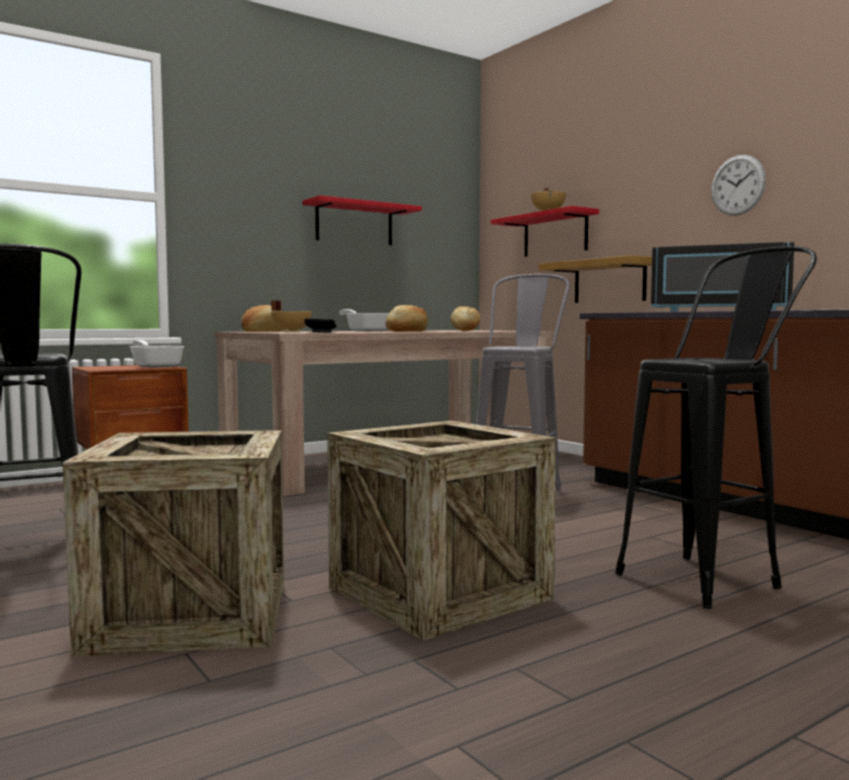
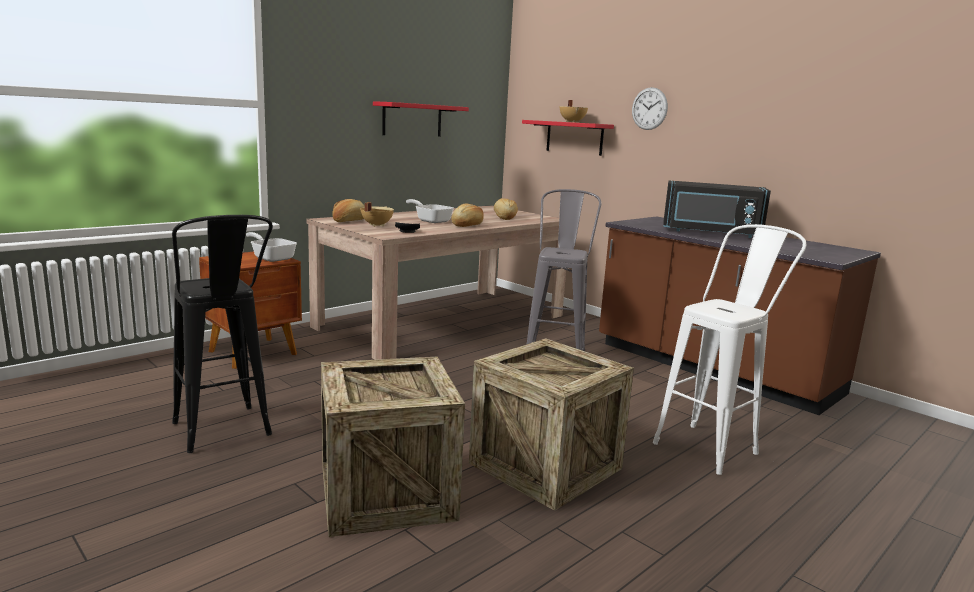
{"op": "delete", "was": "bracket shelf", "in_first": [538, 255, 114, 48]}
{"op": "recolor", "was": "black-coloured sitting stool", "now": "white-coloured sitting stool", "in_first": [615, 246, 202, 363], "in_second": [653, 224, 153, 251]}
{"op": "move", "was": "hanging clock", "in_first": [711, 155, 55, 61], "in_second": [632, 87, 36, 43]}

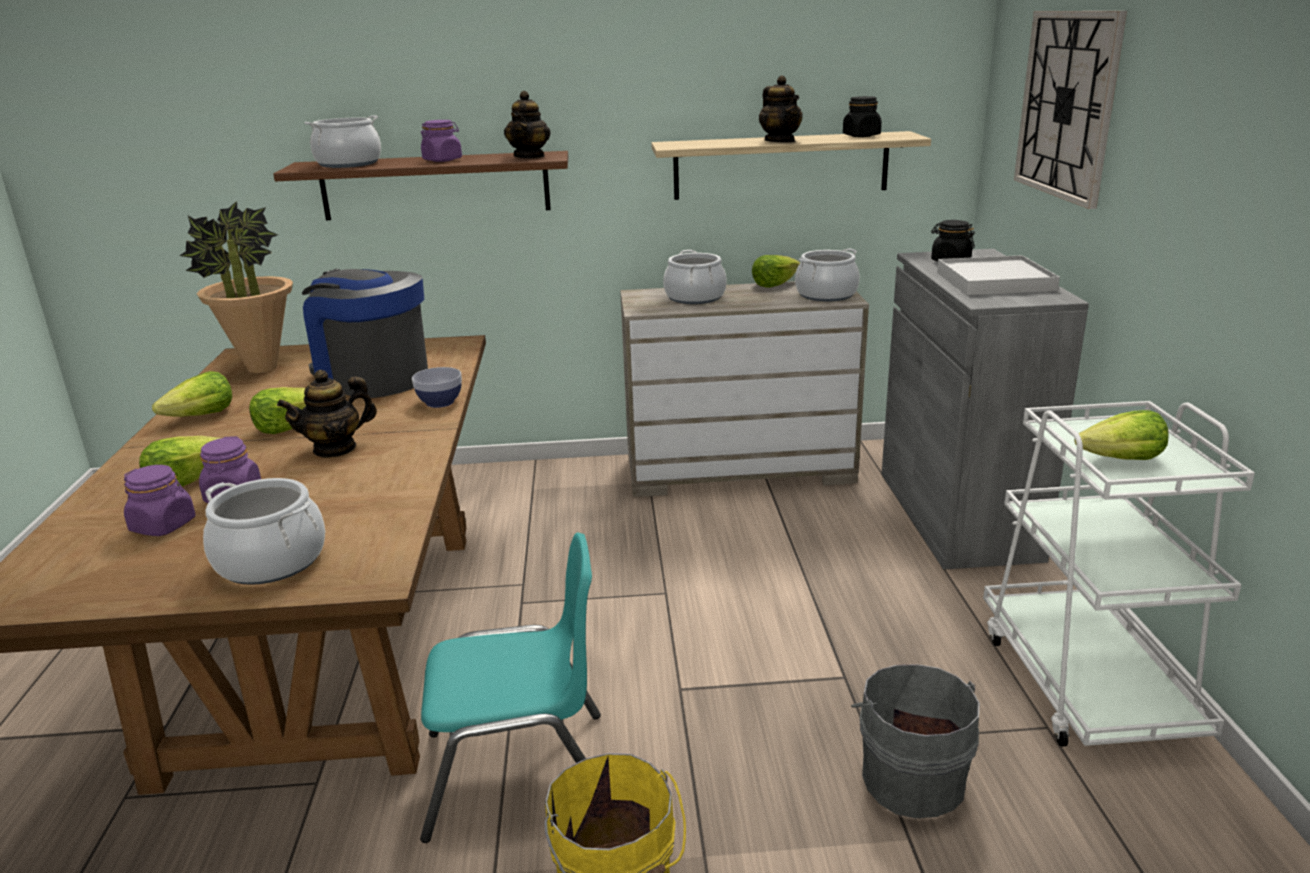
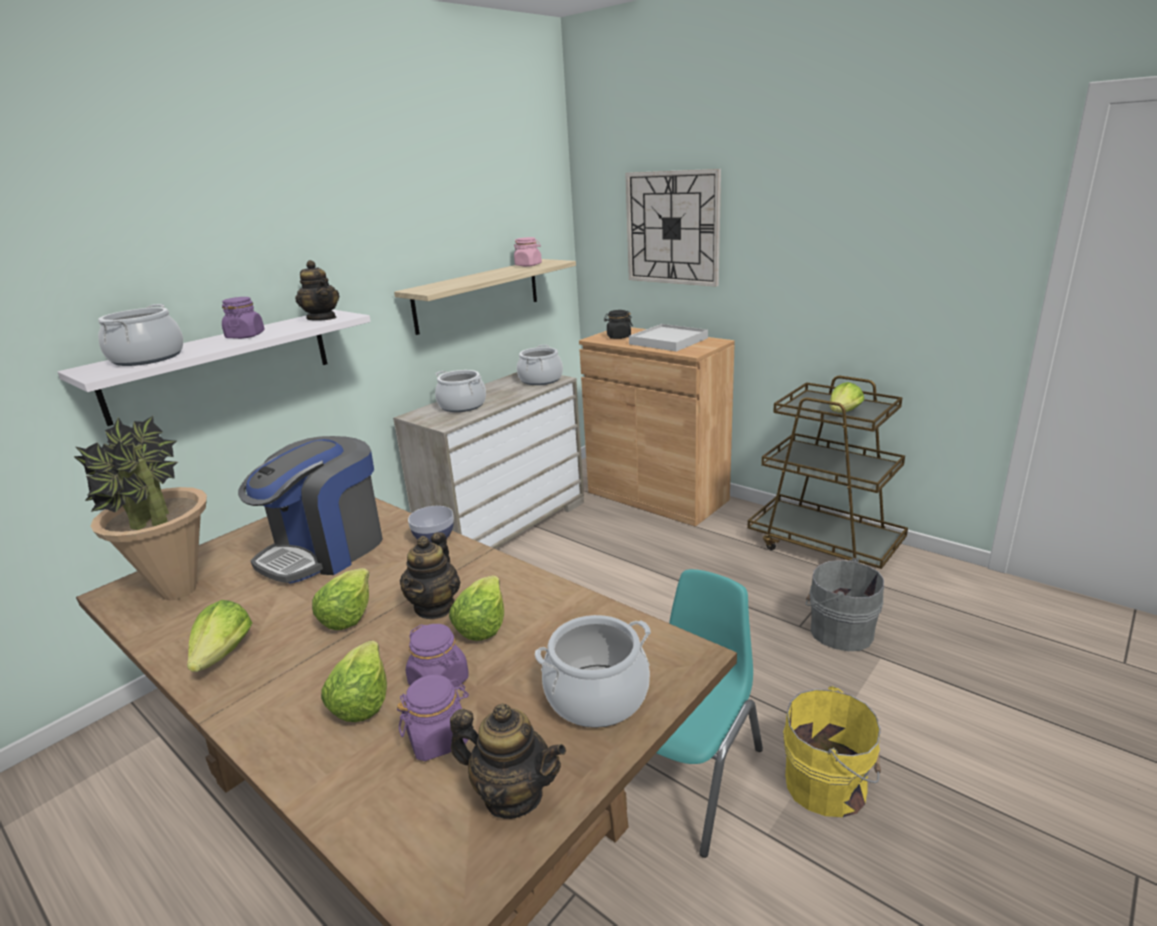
{"op": "recolor", "was": "brown bracket shelf", "now": "white-coloured bracket shelf", "in_first": [273, 151, 295, 69], "in_second": [57, 310, 314, 116]}
{"op": "rotate", "was": "coffee maker", "in_first": [302, 269, 126, 129], "in_second": [238, 436, 145, 148], "clockwise": -45}
{"op": "move", "was": "lettuce", "in_first": [752, 255, 48, 33], "in_second": [449, 575, 55, 66]}
{"op": "move", "was": "tea pot", "in_first": [759, 76, 44, 67], "in_second": [450, 703, 116, 116]}
{"op": "recolor", "was": "black-coloured preserve jar", "now": "pink-coloured preserve jar", "in_first": [843, 96, 39, 41], "in_second": [514, 237, 28, 30]}
{"op": "recolor", "was": "gray cabinet", "now": "brown cabinet", "in_first": [881, 249, 208, 321], "in_second": [579, 327, 156, 200]}
{"op": "recolor", "was": "white-coloured trolley", "now": "brown trolley", "in_first": [983, 401, 272, 346], "in_second": [748, 376, 160, 193]}

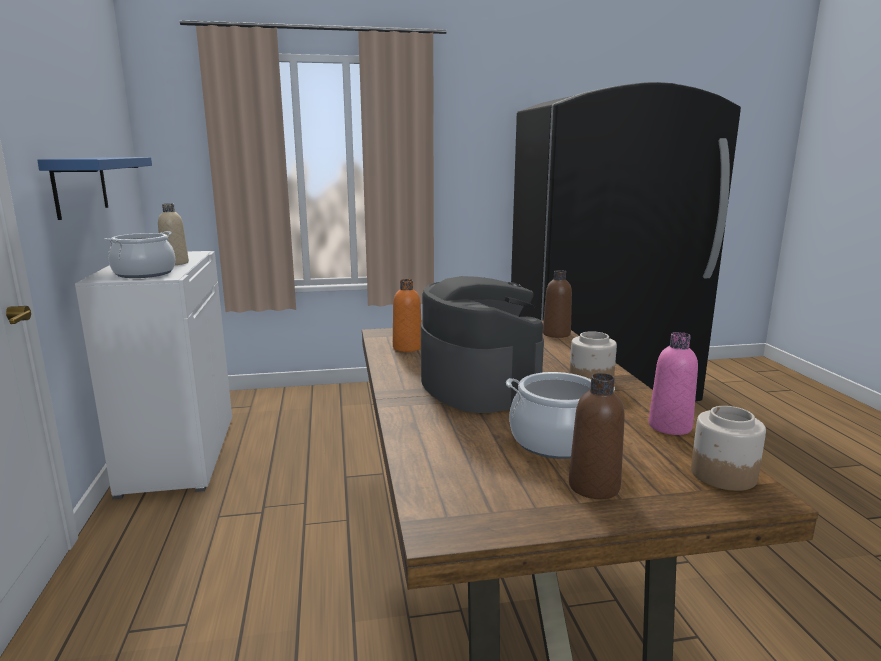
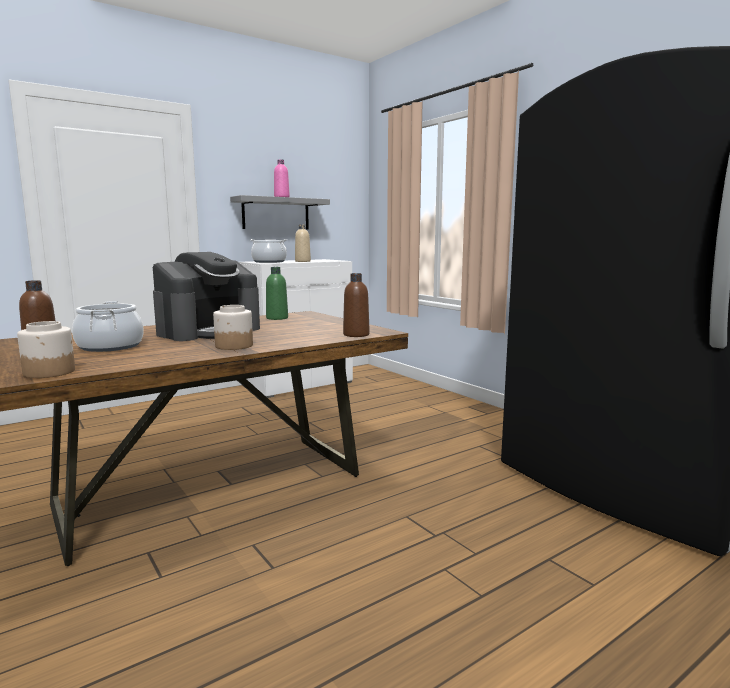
{"op": "recolor", "was": "bluish bracket shelf", "now": "gray bracket shelf", "in_first": [37, 157, 115, 63], "in_second": [230, 195, 100, 34]}
{"op": "recolor", "was": "orange-coloured drink bottle", "now": "green-coloured drink bottle", "in_first": [393, 279, 28, 73], "in_second": [266, 267, 22, 53]}
{"op": "move", "was": "pink-coloured drink bottle", "in_first": [649, 332, 49, 103], "in_second": [274, 159, 16, 38]}

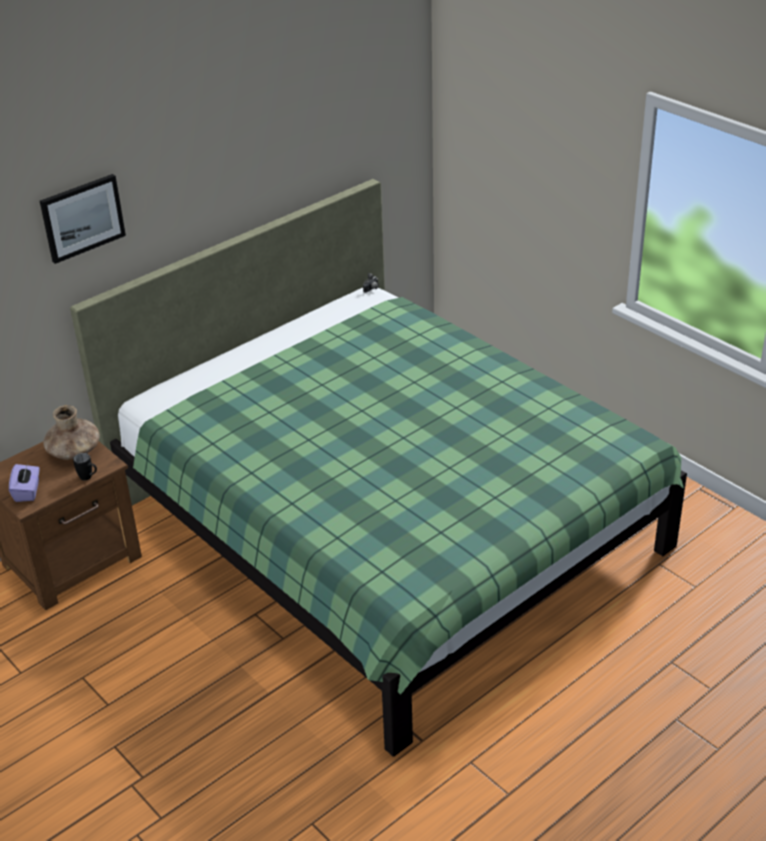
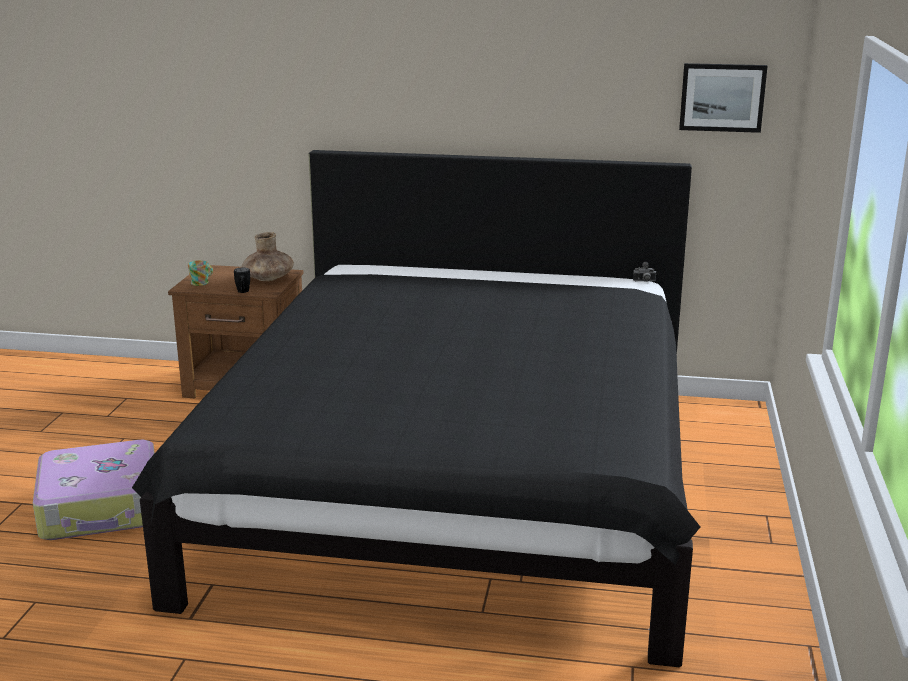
{"op": "replace", "was": "purplish box of tissues", "now": "coffee mug", "in_first": [9, 463, 30, 39], "in_second": [188, 260, 25, 26]}
{"op": "move", "was": "wall picture", "in_first": [40, 174, 86, 90], "in_second": [679, 63, 89, 70]}
{"op": "recolor", "was": "green-coloured bed", "now": "black-coloured bed", "in_first": [70, 179, 617, 578], "in_second": [132, 150, 568, 517]}
{"op": "insert", "now": "travel case", "in_second": [33, 440, 122, 100]}

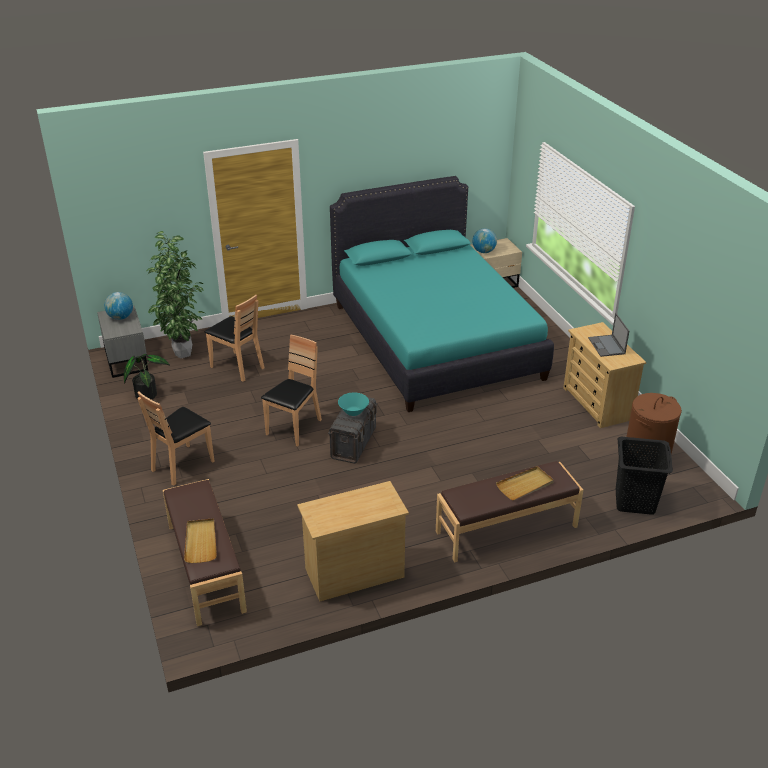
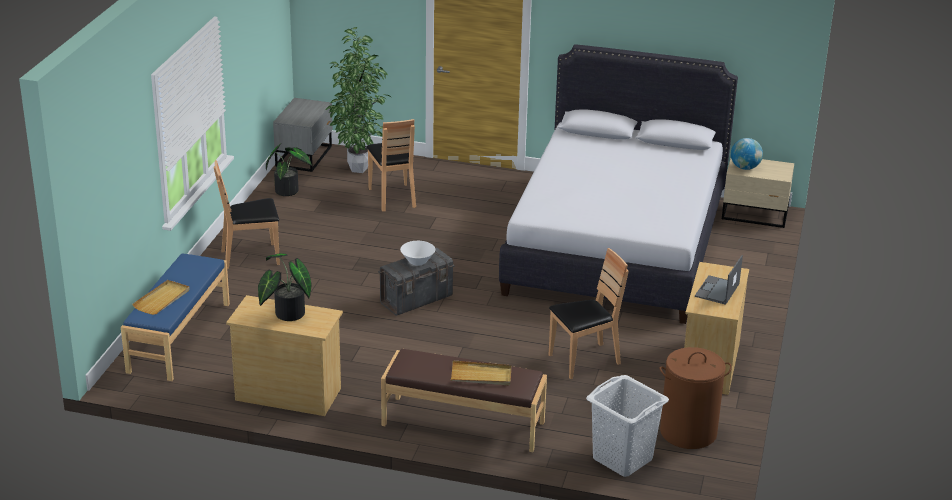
{"op": "delete", "was": "desk globe", "in_first": [104, 292, 29, 28]}
{"op": "recolor", "was": "brown bench", "now": "bluish bench", "in_first": [163, 479, 84, 147], "in_second": [121, 253, 109, 128]}
{"op": "move", "was": "brown chair", "in_first": [261, 335, 61, 112], "in_second": [549, 248, 80, 131]}
{"op": "recolor", "was": "turquoise-coloured bed", "now": "white-coloured bed", "in_first": [330, 176, 224, 236], "in_second": [499, 44, 239, 280]}
{"op": "recolor", "was": "turquoise-coloured serving bowl", "now": "white-coloured serving bowl", "in_first": [338, 393, 31, 23], "in_second": [400, 241, 35, 25]}
{"op": "recolor", "was": "black-coloured washing basket", "now": "white-coloured washing basket", "in_first": [616, 436, 57, 79], "in_second": [586, 375, 83, 102]}
{"op": "insert", "now": "houseplant", "in_second": [258, 253, 54, 68]}

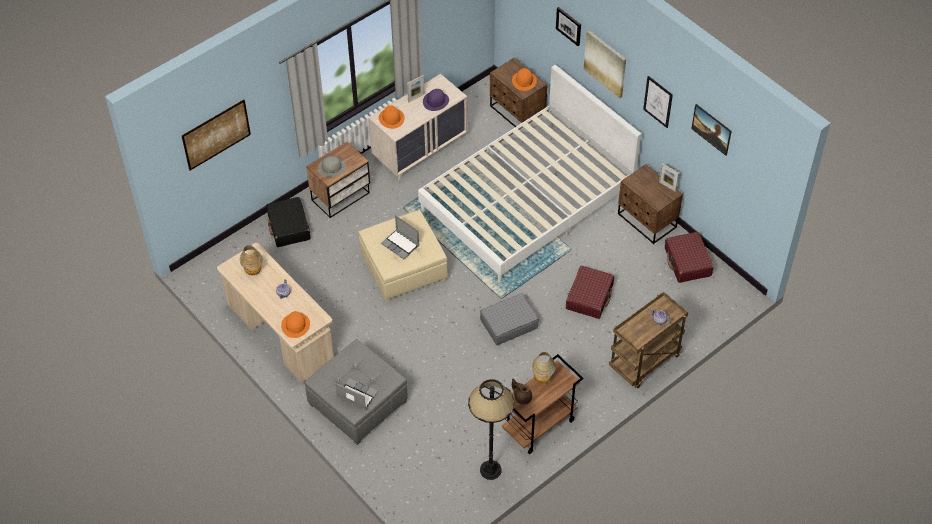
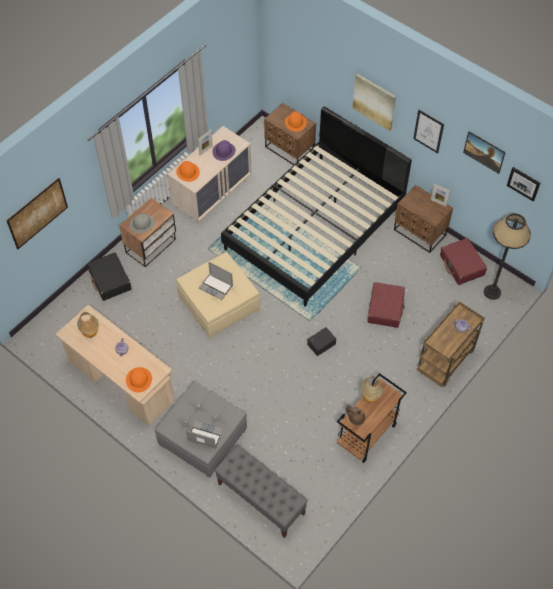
{"op": "recolor", "was": "white-coloured bed", "now": "black-coloured bed", "in_first": [418, 65, 224, 217], "in_second": [221, 106, 191, 200]}
{"op": "move", "was": "black-coloured standard lamp", "in_first": [468, 379, 46, 101], "in_second": [484, 213, 47, 87]}
{"op": "replace", "was": "gray travel case", "now": "black-coloured storage box", "in_first": [480, 293, 59, 52], "in_second": [307, 327, 29, 29]}
{"op": "move", "was": "wall picture", "in_first": [556, 7, 25, 39], "in_second": [507, 167, 33, 34]}
{"op": "insert", "now": "gray bench", "in_second": [214, 445, 94, 93]}

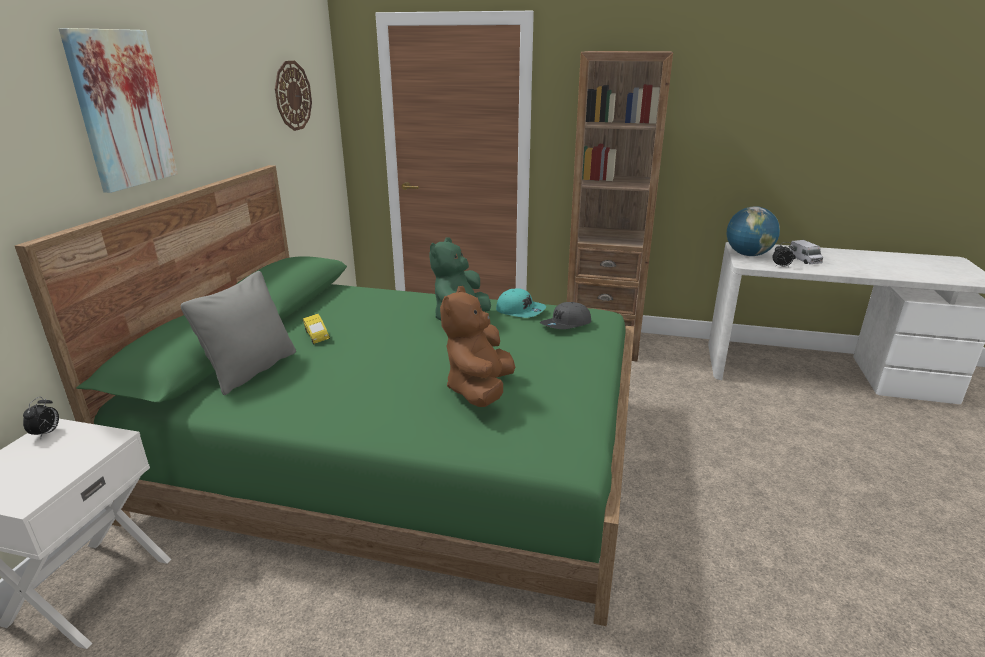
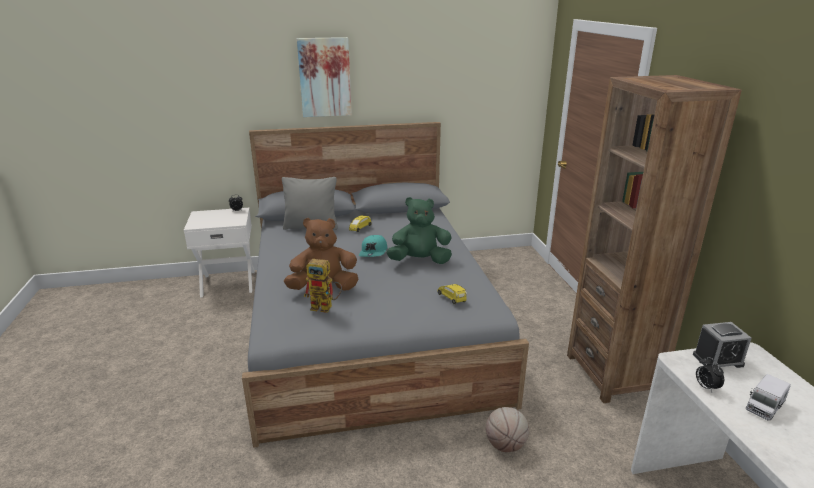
{"op": "recolor", "was": "green-coloured bed", "now": "gray bed", "in_first": [15, 165, 619, 461], "in_second": [242, 122, 287, 326]}
{"op": "delete", "was": "hanging clock", "in_first": [275, 61, 37, 70]}
{"op": "move", "was": "turquoise-coloured baseball cap", "in_first": [496, 288, 50, 30], "in_second": [359, 235, 28, 22]}
{"op": "replace", "was": "gray baseball cap", "now": "yellow toy car", "in_first": [540, 302, 51, 27], "in_second": [438, 284, 29, 20]}
{"op": "replace", "was": "desk globe", "now": "alarm clock", "in_first": [727, 206, 53, 50], "in_second": [693, 322, 58, 46]}
{"op": "insert", "now": "model robot", "in_second": [304, 259, 38, 54]}
{"op": "insert", "now": "basketball ball", "in_second": [486, 407, 43, 45]}

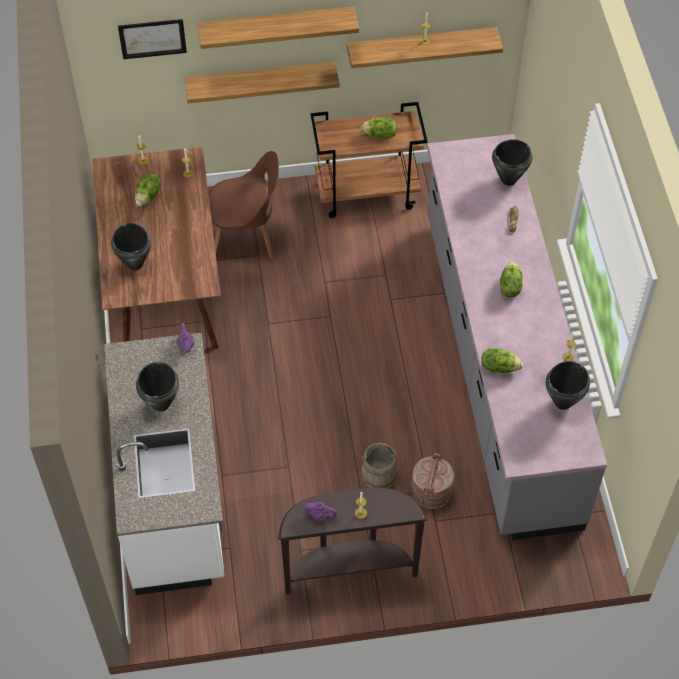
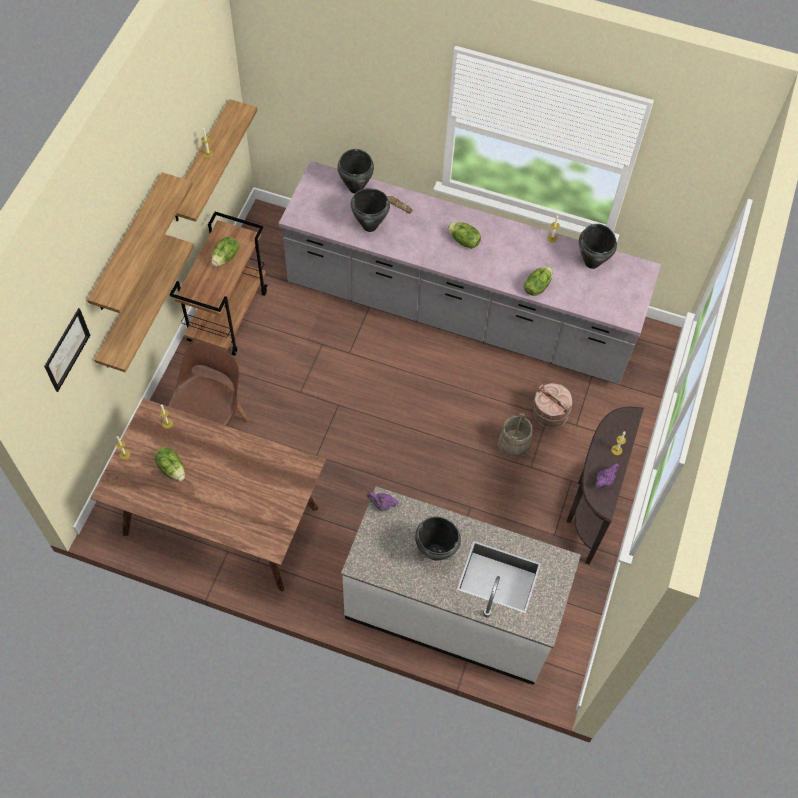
{"op": "move", "was": "black-coloured saucepot", "in_first": [111, 223, 40, 47], "in_second": [351, 188, 39, 44]}

